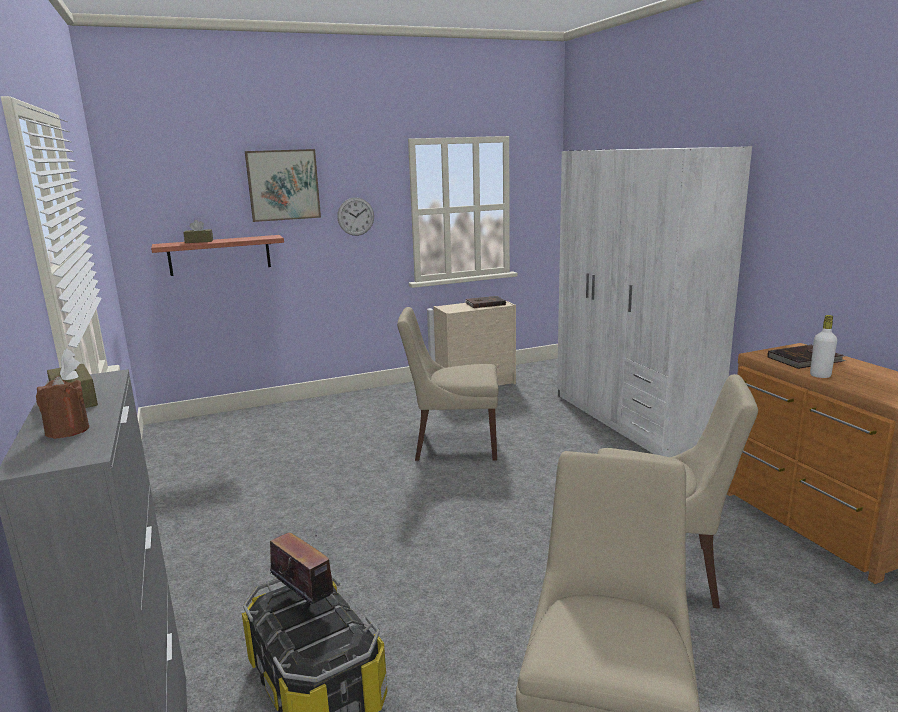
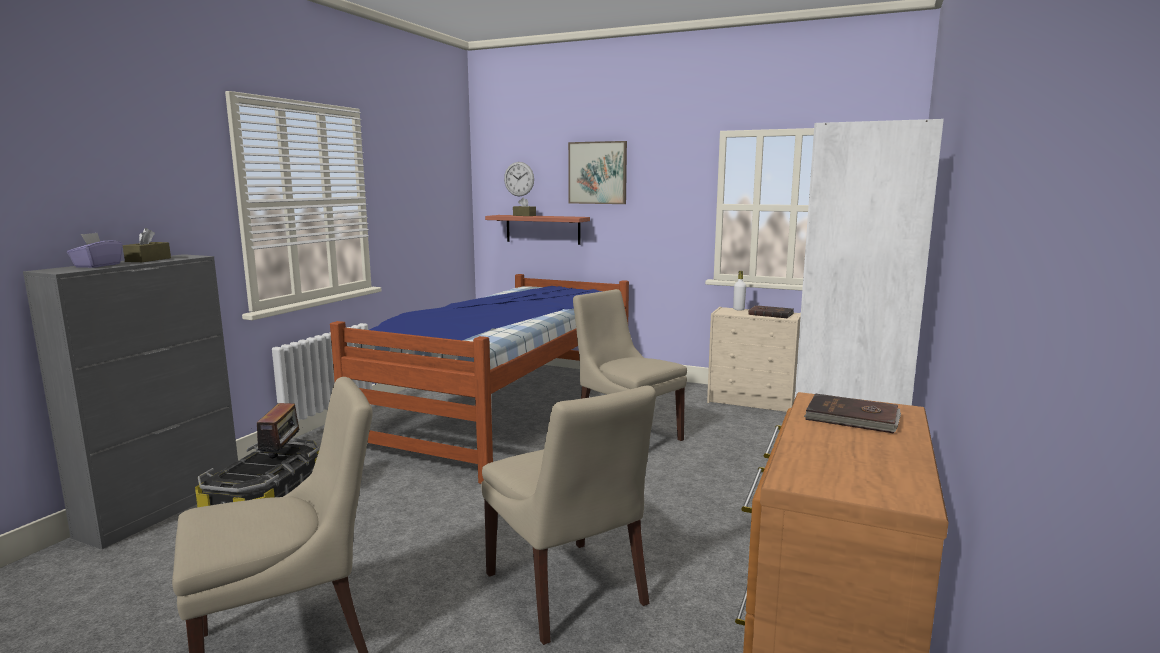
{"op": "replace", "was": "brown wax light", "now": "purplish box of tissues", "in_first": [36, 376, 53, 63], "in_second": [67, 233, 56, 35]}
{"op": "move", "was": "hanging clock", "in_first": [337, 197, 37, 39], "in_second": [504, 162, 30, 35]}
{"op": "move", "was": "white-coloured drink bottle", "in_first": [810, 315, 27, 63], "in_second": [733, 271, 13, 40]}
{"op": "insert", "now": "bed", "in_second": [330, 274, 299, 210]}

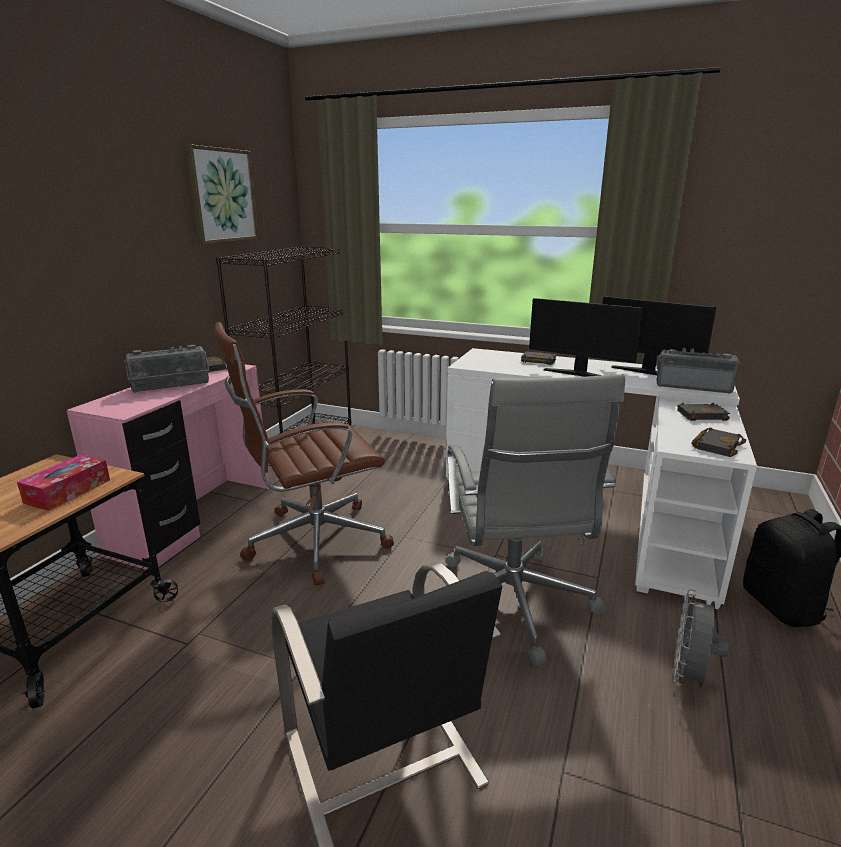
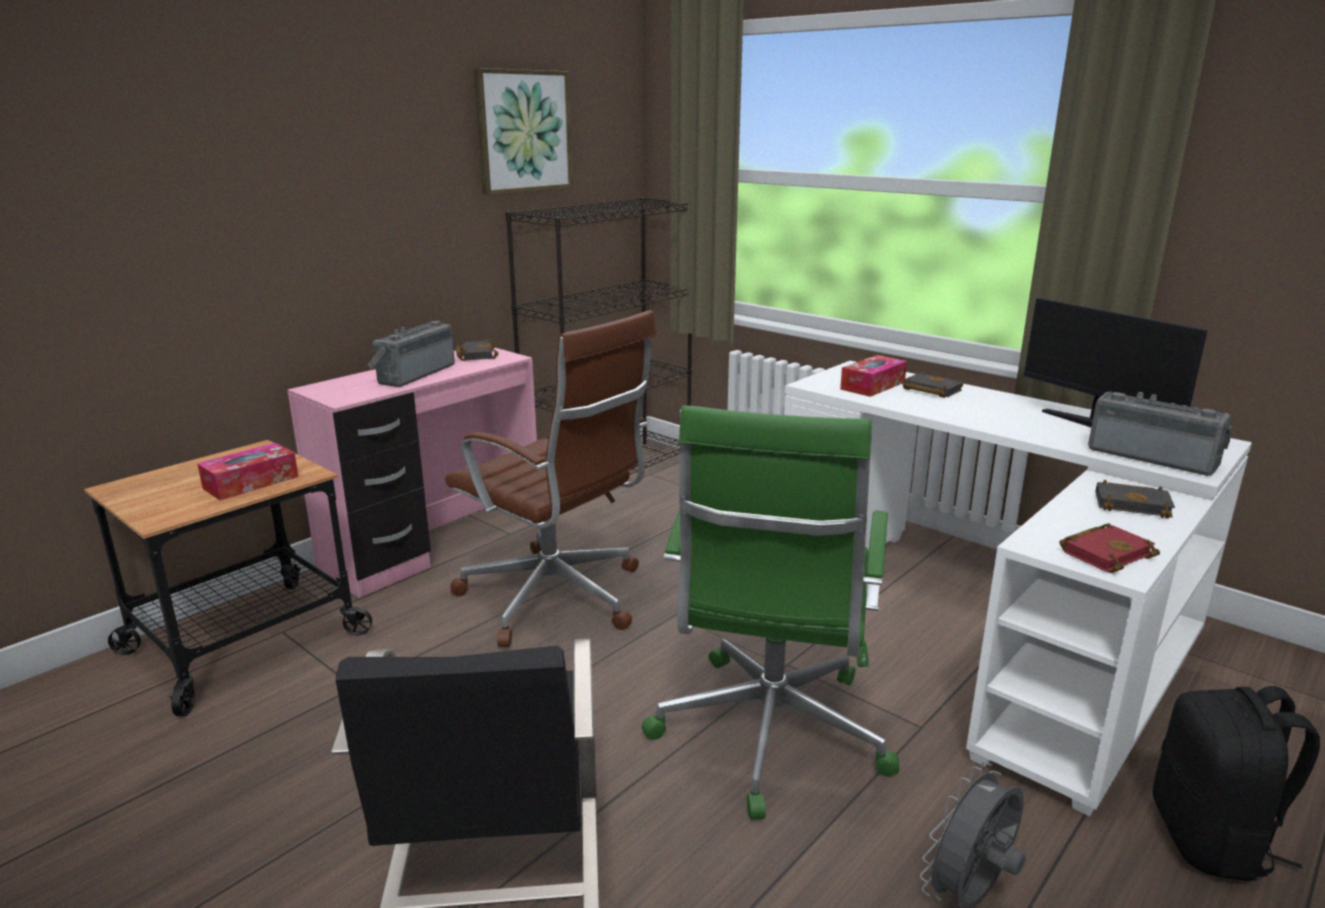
{"op": "rotate", "was": "radio set", "in_first": [124, 345, 85, 47], "in_second": [368, 321, 87, 66], "clockwise": 120}
{"op": "rotate", "was": "brown office chair", "in_first": [215, 322, 179, 264], "in_second": [445, 310, 211, 337], "clockwise": -135}
{"op": "recolor", "was": "gray office chair", "now": "green-coloured office chair", "in_first": [445, 374, 180, 292], "in_second": [642, 405, 257, 415]}
{"op": "delete", "was": "monitor", "in_first": [529, 298, 114, 79]}
{"op": "recolor", "was": "black-coloured volume", "now": "red-coloured volume", "in_first": [691, 427, 55, 30], "in_second": [1059, 523, 101, 50]}
{"op": "insert", "now": "box of tissues", "in_second": [840, 355, 67, 42]}

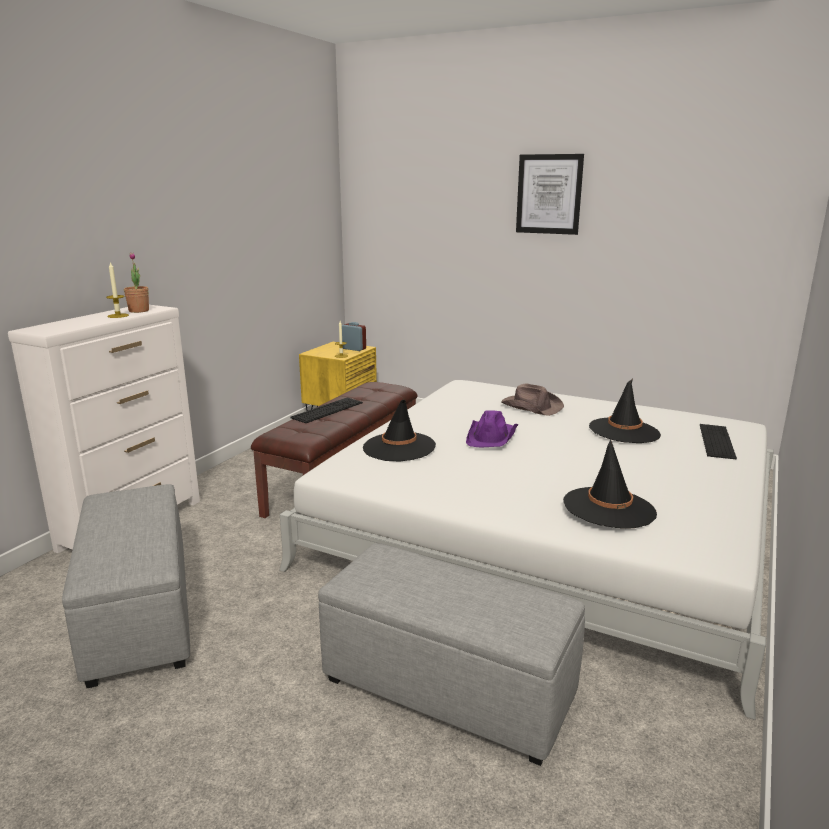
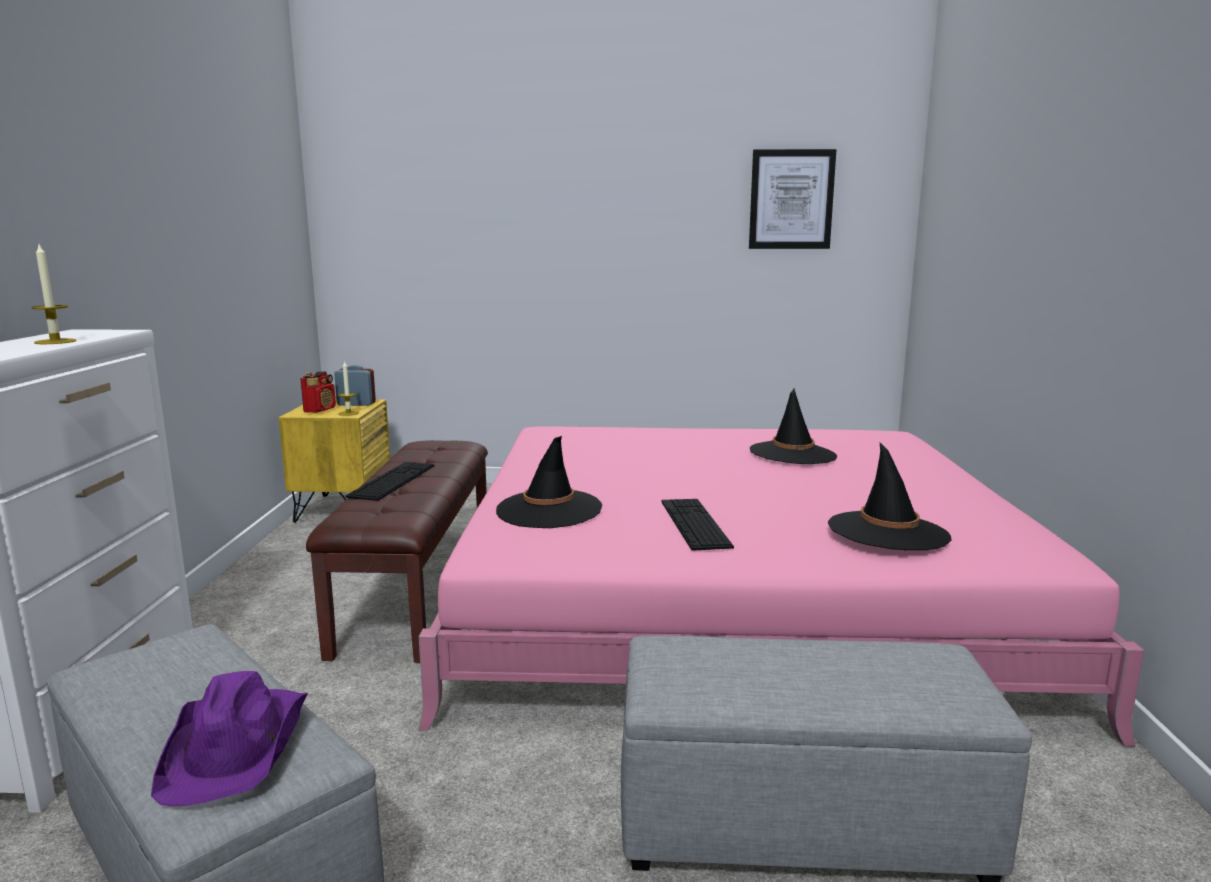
{"op": "delete", "was": "houseplant", "in_first": [124, 252, 25, 61]}
{"op": "recolor", "was": "white-coloured bed", "now": "pink-coloured bed", "in_first": [280, 380, 494, 340], "in_second": [418, 426, 726, 321]}
{"op": "move", "was": "purplish wearable hat", "in_first": [466, 410, 52, 37], "in_second": [151, 671, 157, 135]}
{"op": "delete", "was": "brown wearable hat", "in_first": [501, 383, 63, 33]}
{"op": "move", "was": "wall picture", "in_first": [516, 154, 68, 81], "in_second": [749, 149, 87, 100]}
{"op": "move", "was": "computer keyboard", "in_first": [700, 424, 37, 35], "in_second": [662, 499, 72, 52]}
{"op": "insert", "now": "radio set", "in_second": [300, 372, 36, 41]}

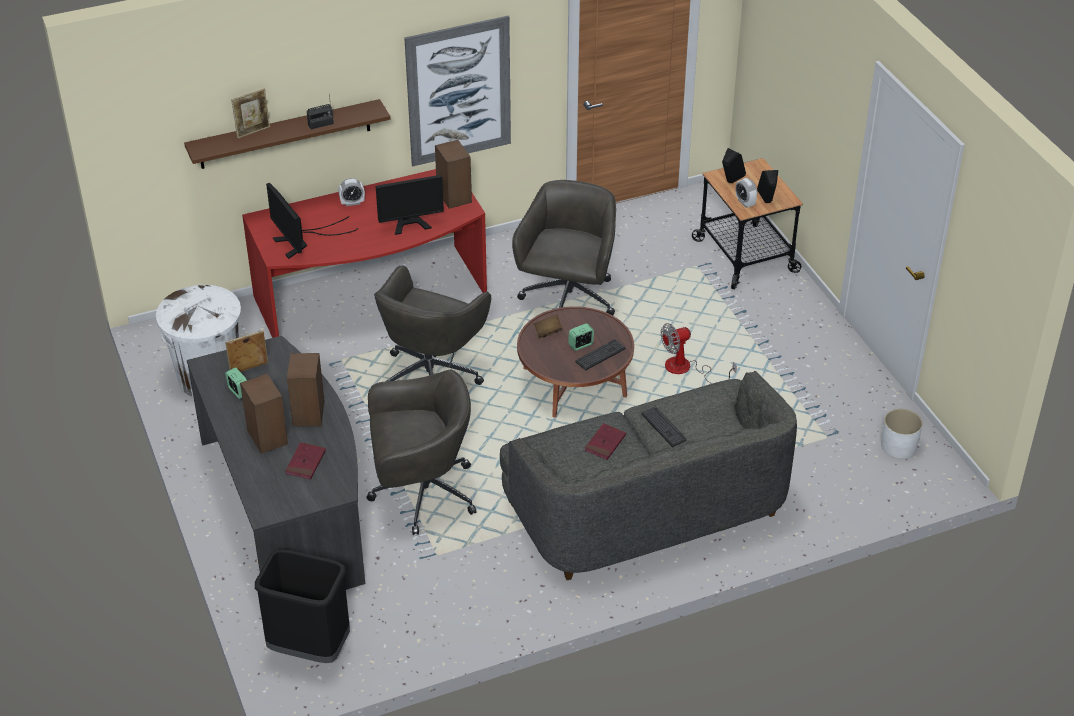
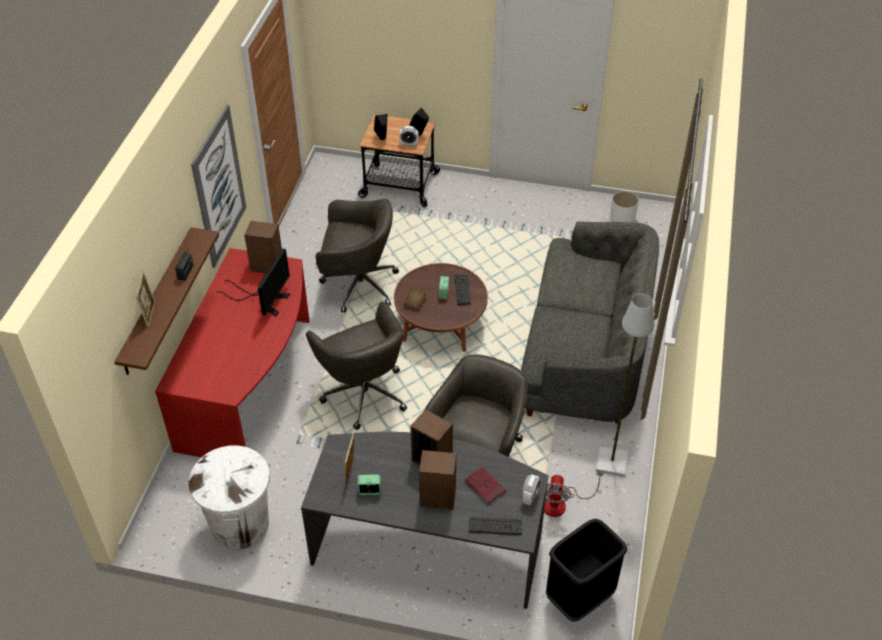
{"op": "delete", "was": "monitor", "in_first": [266, 183, 92, 76]}
{"op": "move", "was": "alarm clock", "in_first": [338, 178, 27, 28], "in_second": [522, 474, 18, 32]}
{"op": "rotate", "was": "gray office chair", "in_first": [512, 180, 104, 135], "in_second": [316, 199, 83, 114], "clockwise": 135}
{"op": "delete", "was": "red-coloured volume", "in_first": [585, 423, 41, 37]}
{"op": "move", "was": "computer keyboard", "in_first": [641, 407, 46, 40], "in_second": [469, 517, 53, 18]}
{"op": "move", "was": "cooling fan", "in_first": [661, 323, 76, 61], "in_second": [544, 470, 60, 47]}
{"op": "insert", "now": "gray standard lamp", "in_second": [596, 294, 58, 183]}

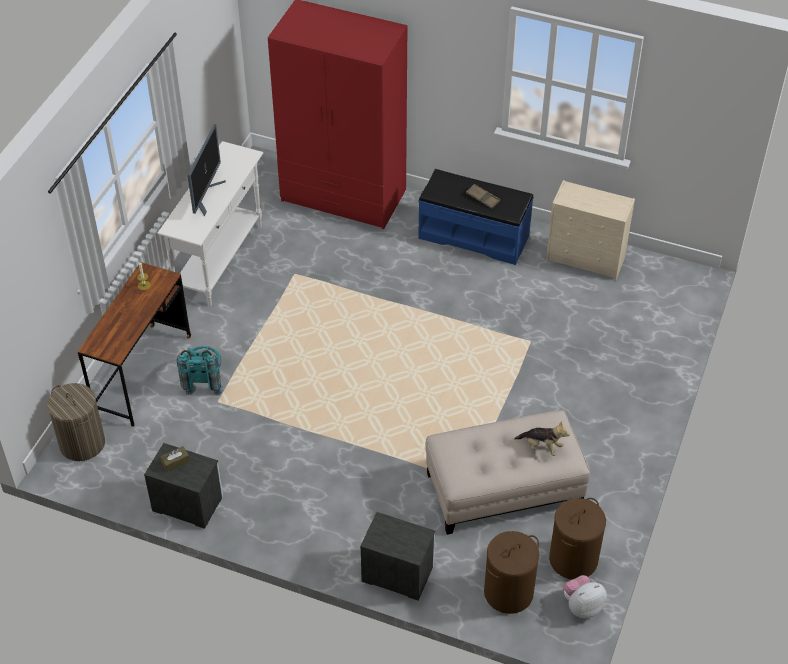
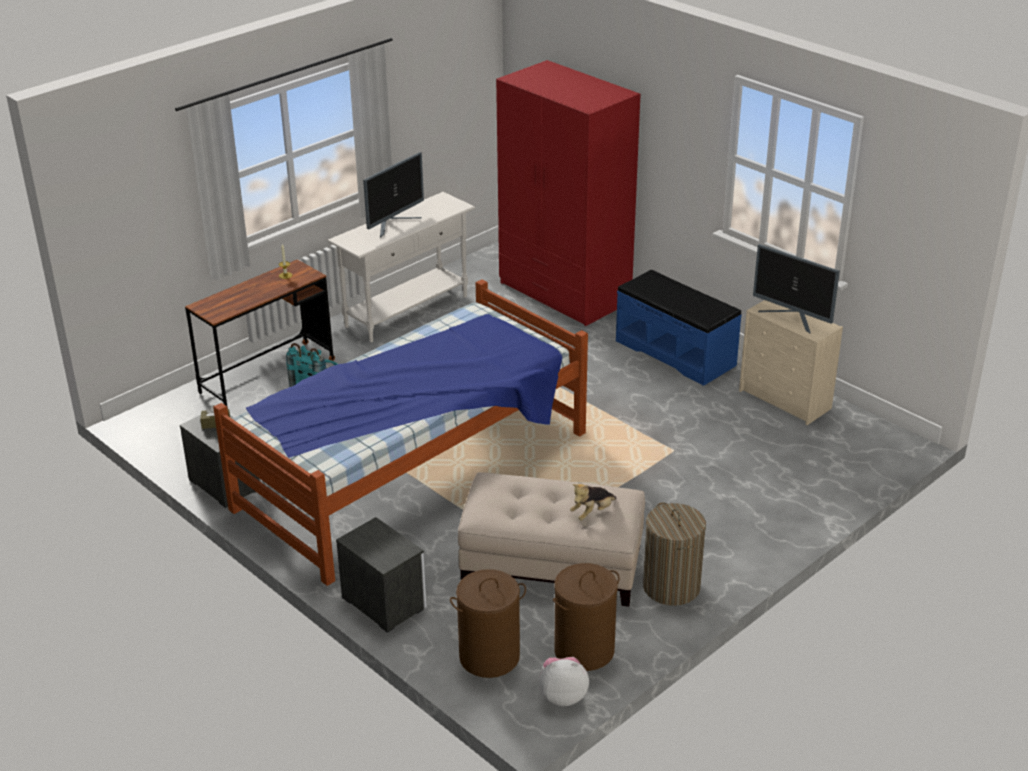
{"op": "move", "was": "washing basket", "in_first": [47, 383, 58, 78], "in_second": [643, 502, 63, 104]}
{"op": "delete", "was": "brown tray", "in_first": [466, 184, 34, 24]}
{"op": "rotate", "was": "cuddly toy", "in_first": [514, 421, 56, 35], "in_second": [570, 484, 47, 36], "clockwise": 90}
{"op": "insert", "now": "bed", "in_second": [213, 280, 375, 306]}
{"op": "insert", "now": "monitor", "in_second": [753, 244, 87, 89]}

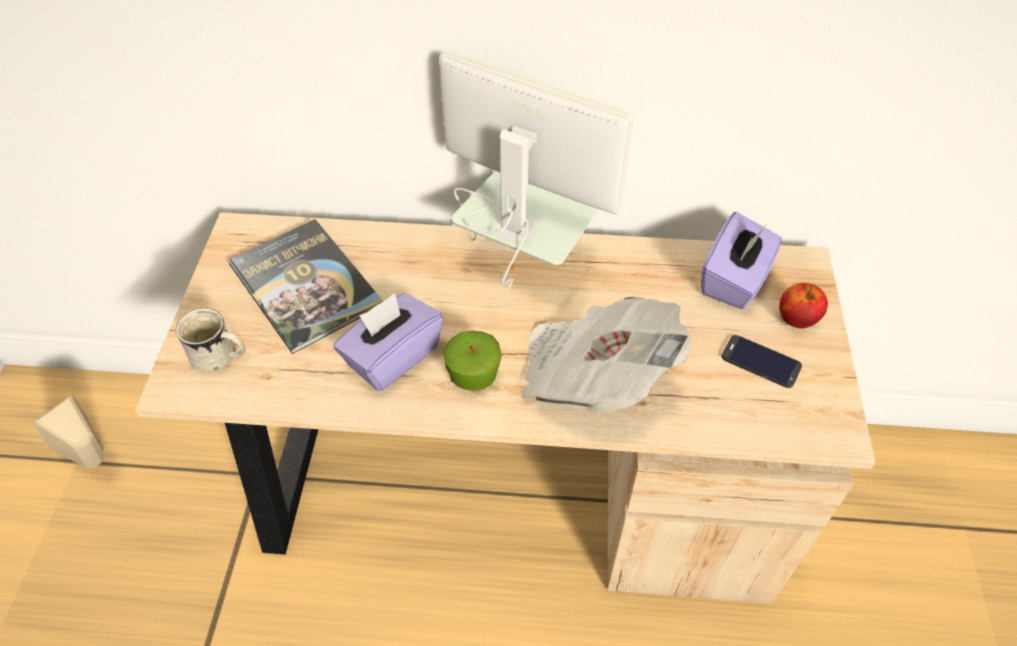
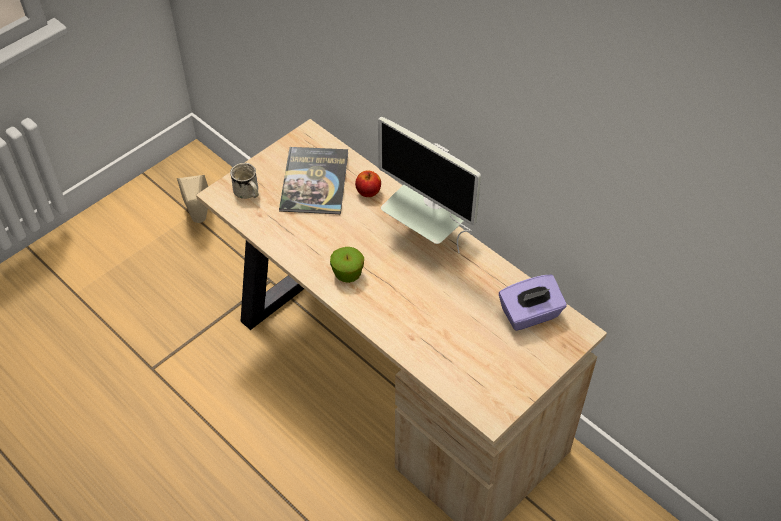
{"op": "delete", "was": "purplish box of tissues", "in_first": [334, 293, 109, 98]}
{"op": "rotate", "was": "monitor", "in_first": [439, 51, 195, 237], "in_second": [378, 117, 103, 136], "clockwise": 150}
{"op": "delete", "was": "newspaper", "in_first": [521, 296, 170, 118]}
{"op": "delete", "was": "phone", "in_first": [722, 335, 80, 53]}
{"op": "move", "was": "apple", "in_first": [779, 283, 49, 46], "in_second": [355, 171, 26, 26]}

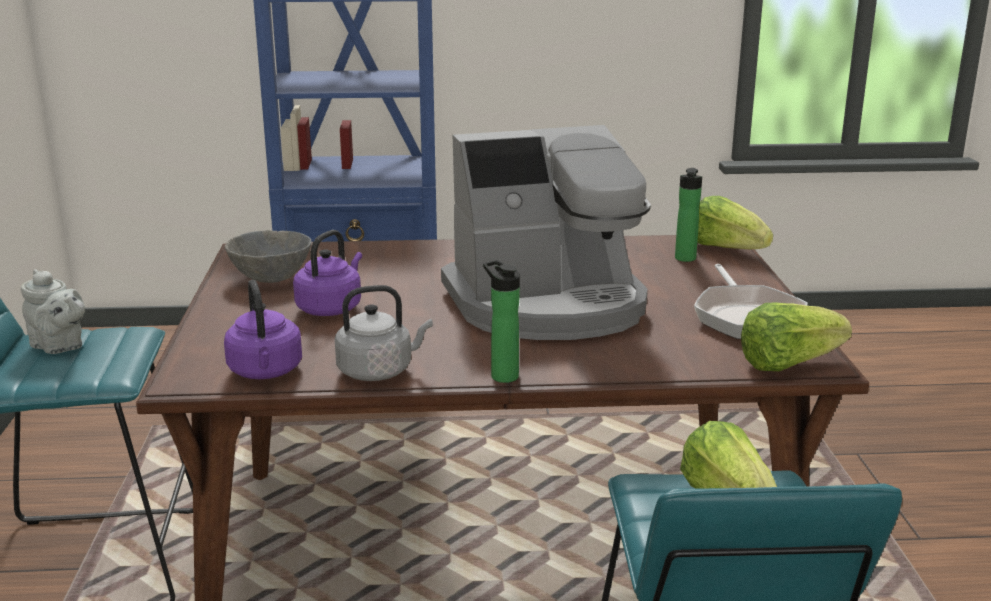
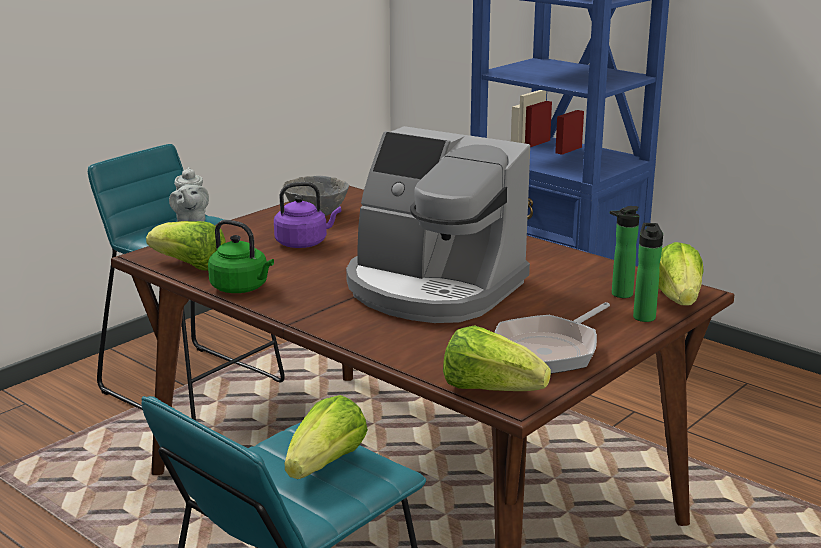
{"op": "replace", "was": "purplish tea kettle", "now": "lettuce", "in_first": [224, 280, 78, 99], "in_second": [146, 221, 80, 50]}
{"op": "recolor", "was": "gray tea kettle", "now": "green-coloured tea kettle", "in_first": [335, 285, 98, 96], "in_second": [208, 220, 66, 73]}
{"op": "move", "was": "drink bottle", "in_first": [483, 260, 37, 123], "in_second": [633, 223, 30, 99]}

